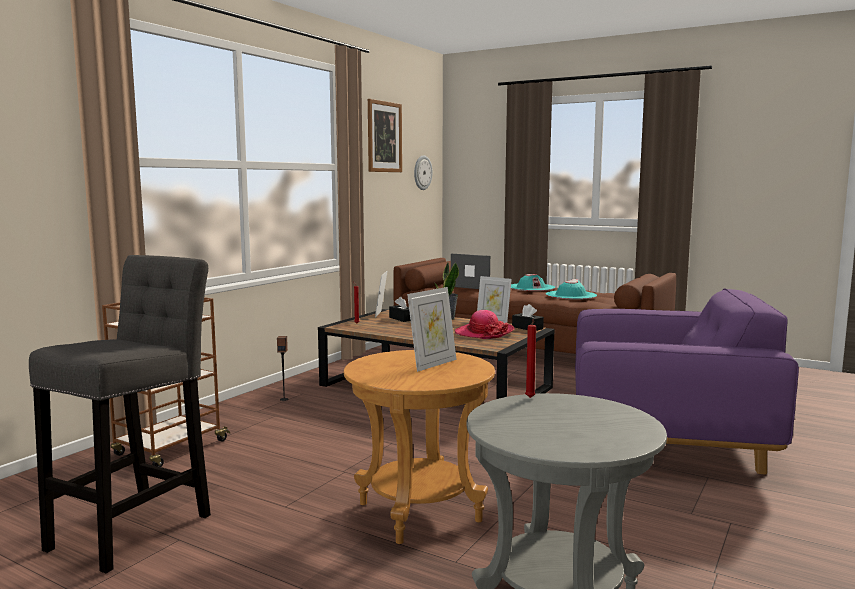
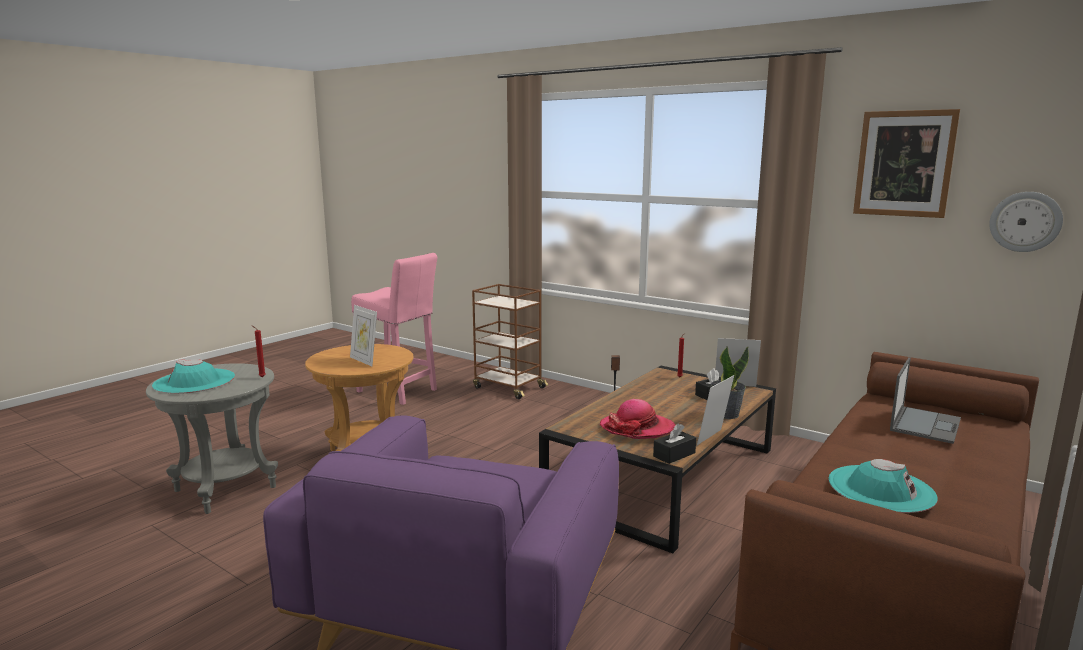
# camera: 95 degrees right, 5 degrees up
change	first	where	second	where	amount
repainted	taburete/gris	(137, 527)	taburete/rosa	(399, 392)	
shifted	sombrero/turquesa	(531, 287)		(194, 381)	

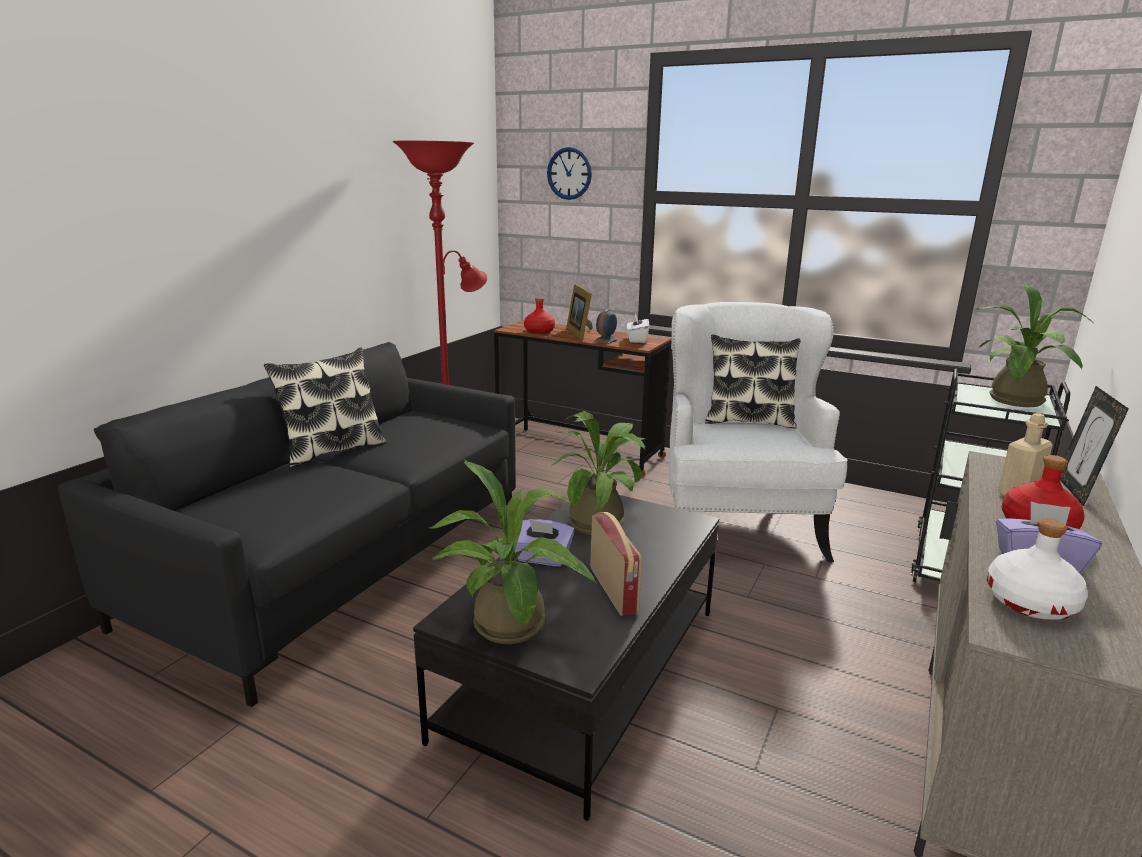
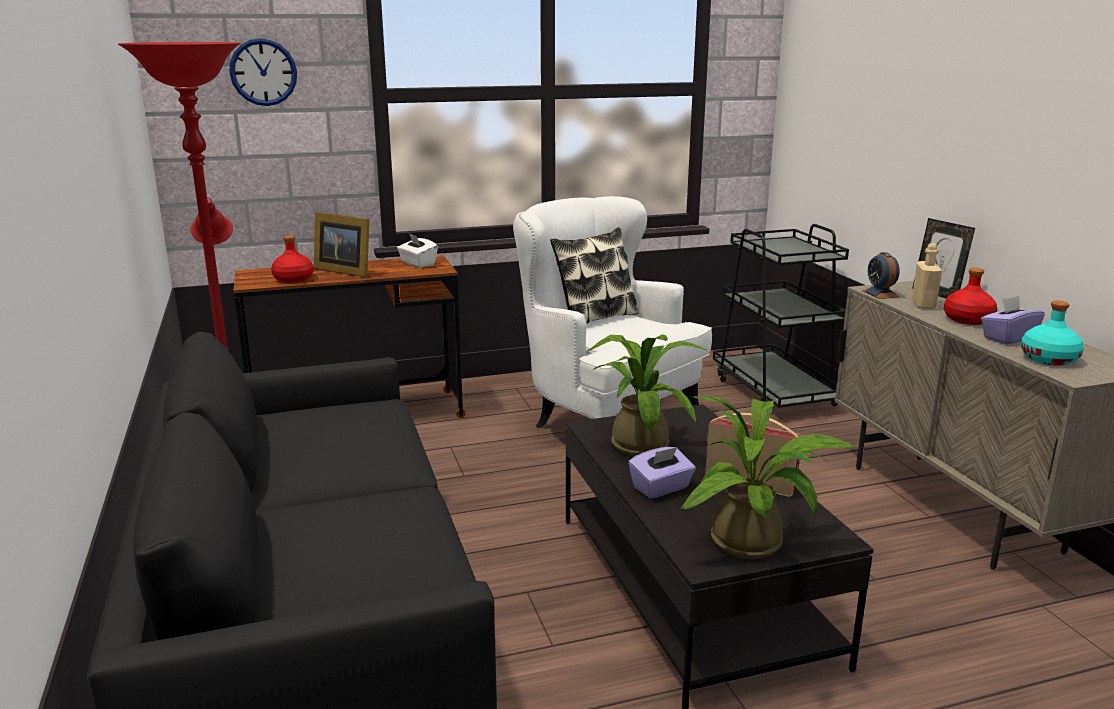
# camera: 45 degrees left, 0 degrees up
change	first	where	second	where	amount
gone	cojín	(332, 450)			
shifted	despertador	(606, 340)		(880, 294)	
gone	planta en maceta	(1016, 402)			
repainted	botella/blanco	(1031, 603)	botella/turquesa	(1049, 359)	

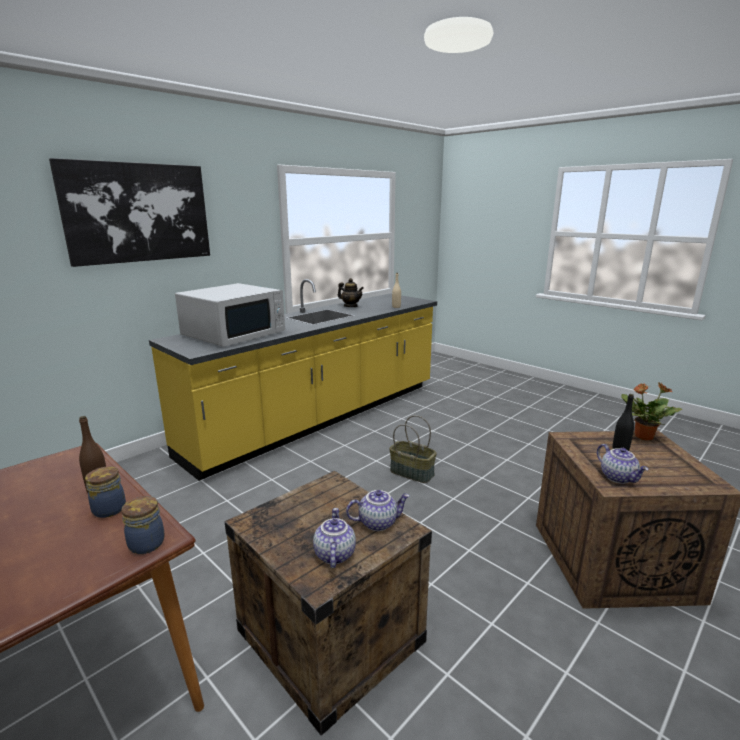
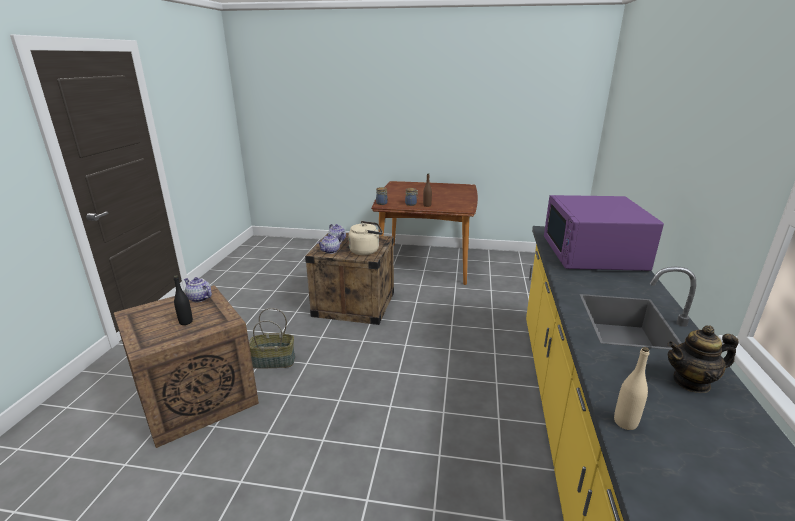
# camera: 145 degrees right, 5 degrees up
change	first	where	second	where	amount
gone	cuadro	(138, 213)			
repainted	microondas/blanco	(234, 334)	microondas/morado	(592, 254)	
shifted	cesta	(412, 472)		(273, 362)	
gone	planta en maceta	(642, 436)			
new			hervidor/beis	(366, 250)	

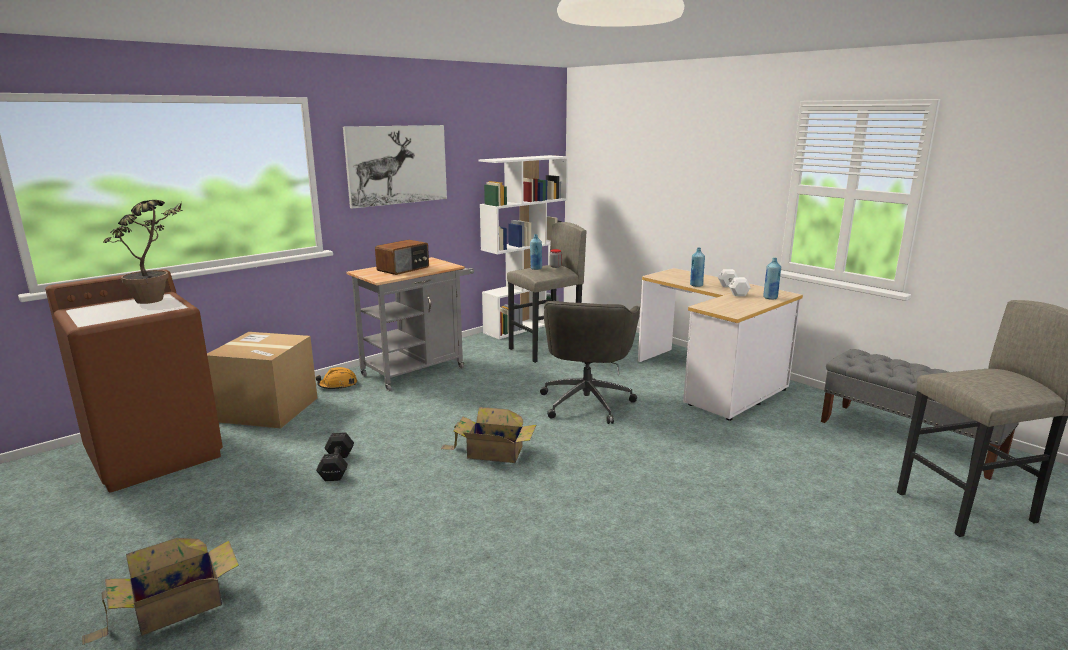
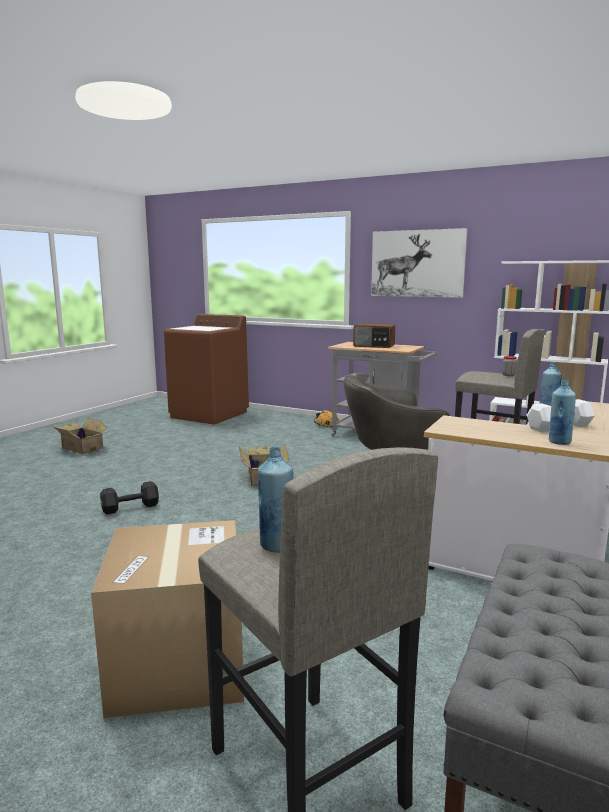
# camera: 70 degrees right, 5 degrees down
change	first	where	second	where	amount
gone	planta en maceta	(158, 300)			
shifted	caja de cartón	(268, 409)		(179, 664)	
shifted	mancuerna/negro	(336, 467)		(129, 507)	
shifted	botella/azul	(536, 268)		(276, 545)	

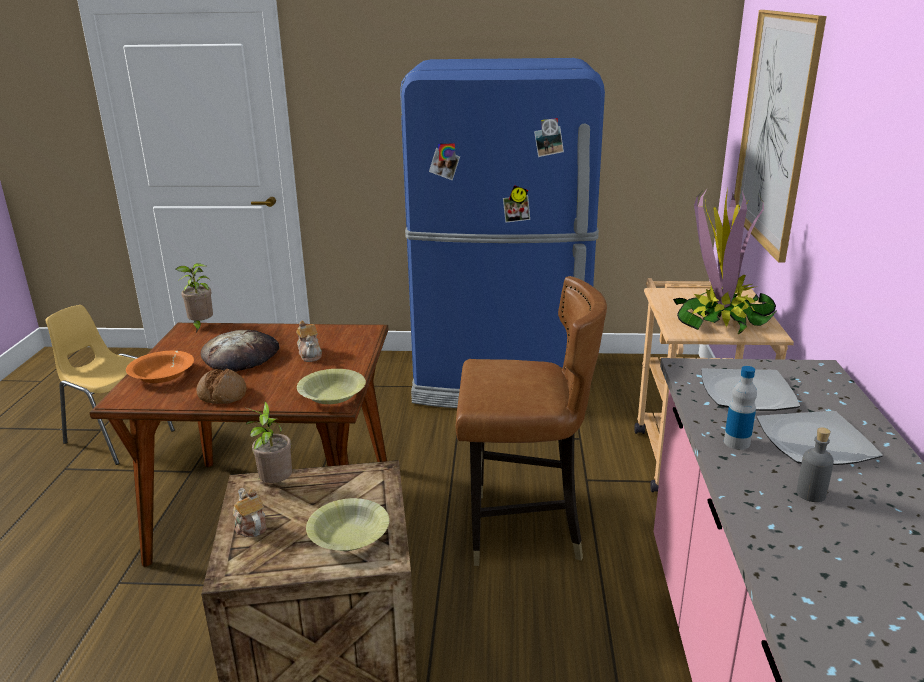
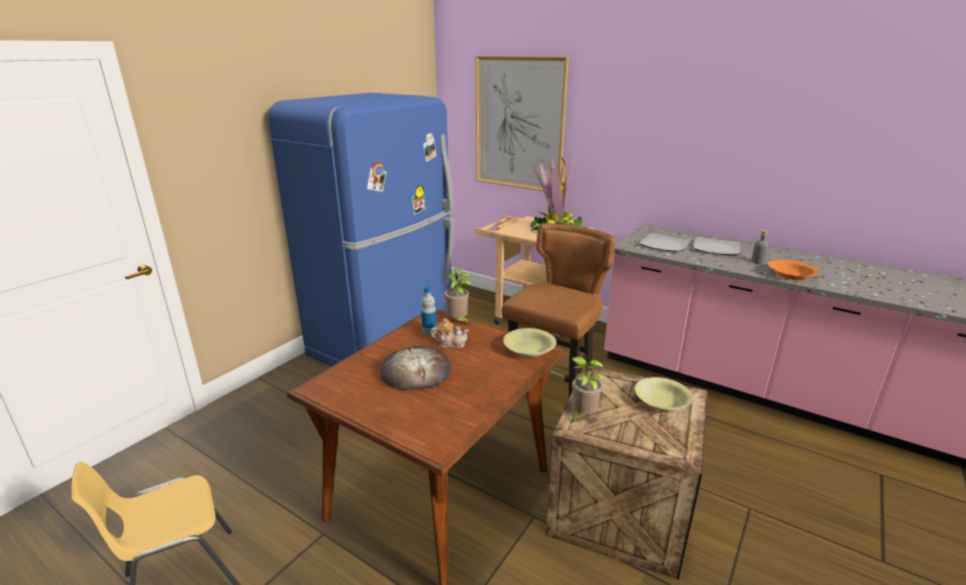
# camera: 60 degrees left, 0 degrees up
change	first	where	second	where	amount
shifted	cuenco/naranja	(162, 375)		(790, 275)	
shifted	planta en maceta	(201, 326)		(458, 322)	
gone	pan	(222, 394)			
gone	tetera	(250, 526)			
shifted	botella	(736, 442)		(429, 331)	

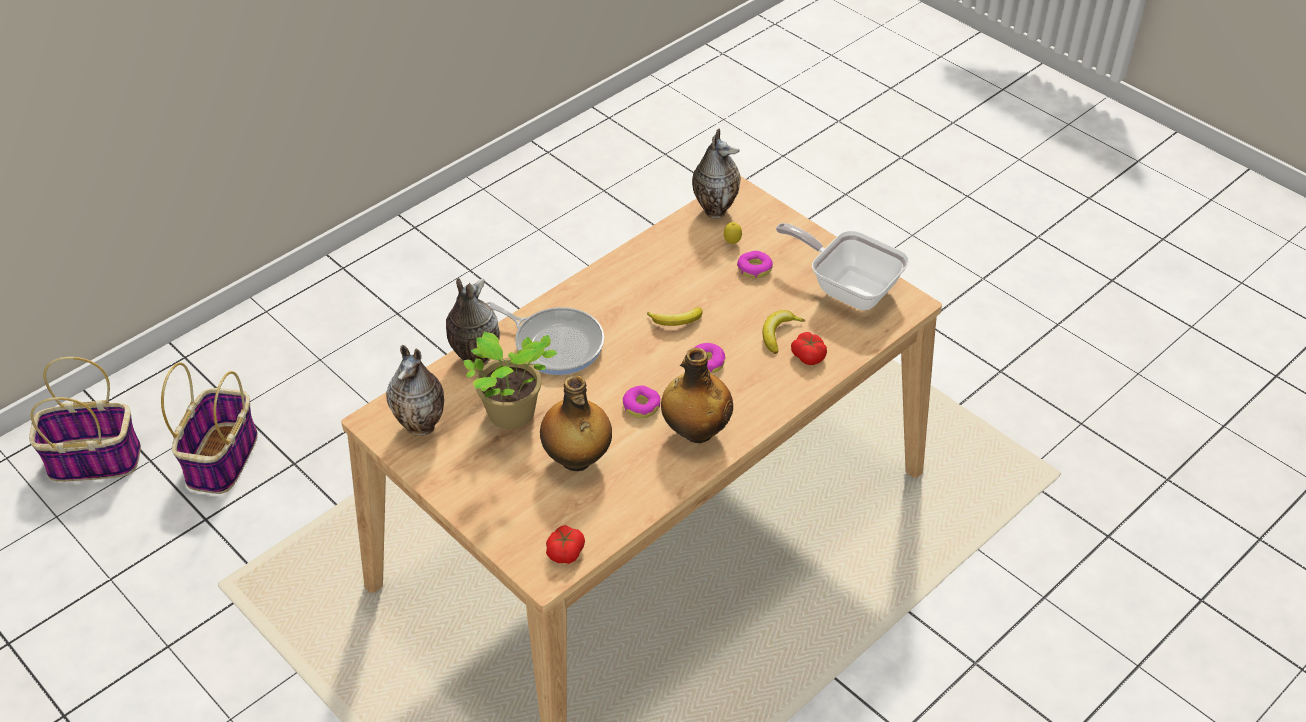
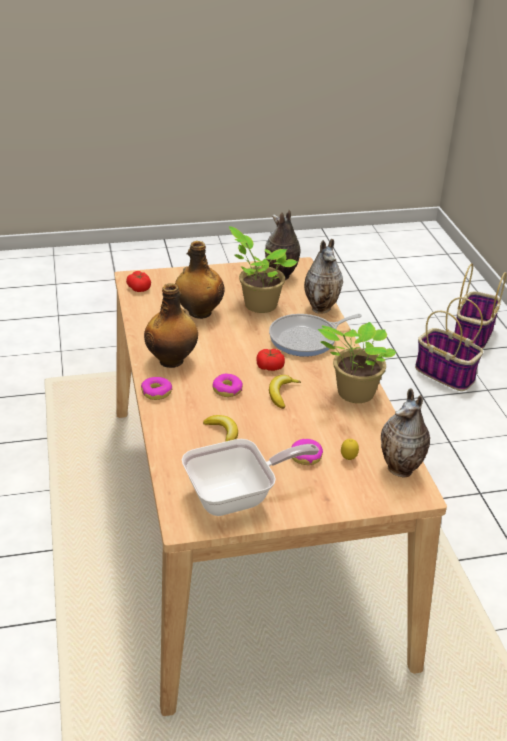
# camera: 120 degrees right, 10 degrees down
change	first	where	second	where	amount
shifted	rosquilla	(641, 406)		(156, 392)	
shifted	tomate	(808, 355)		(270, 366)	
new			planta en maceta	(353, 393)	

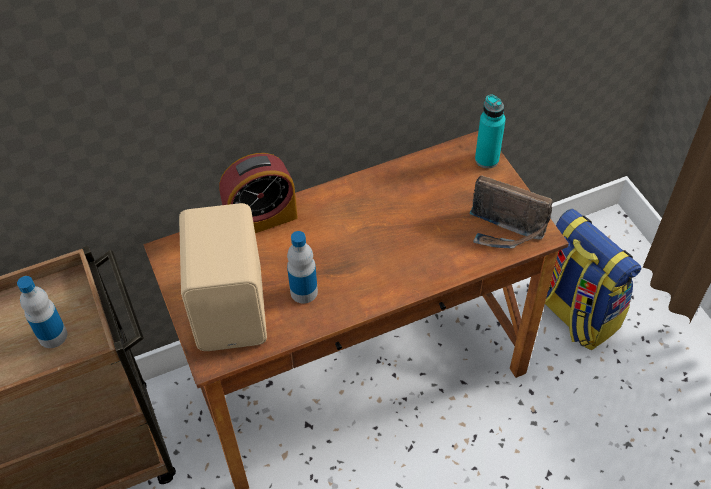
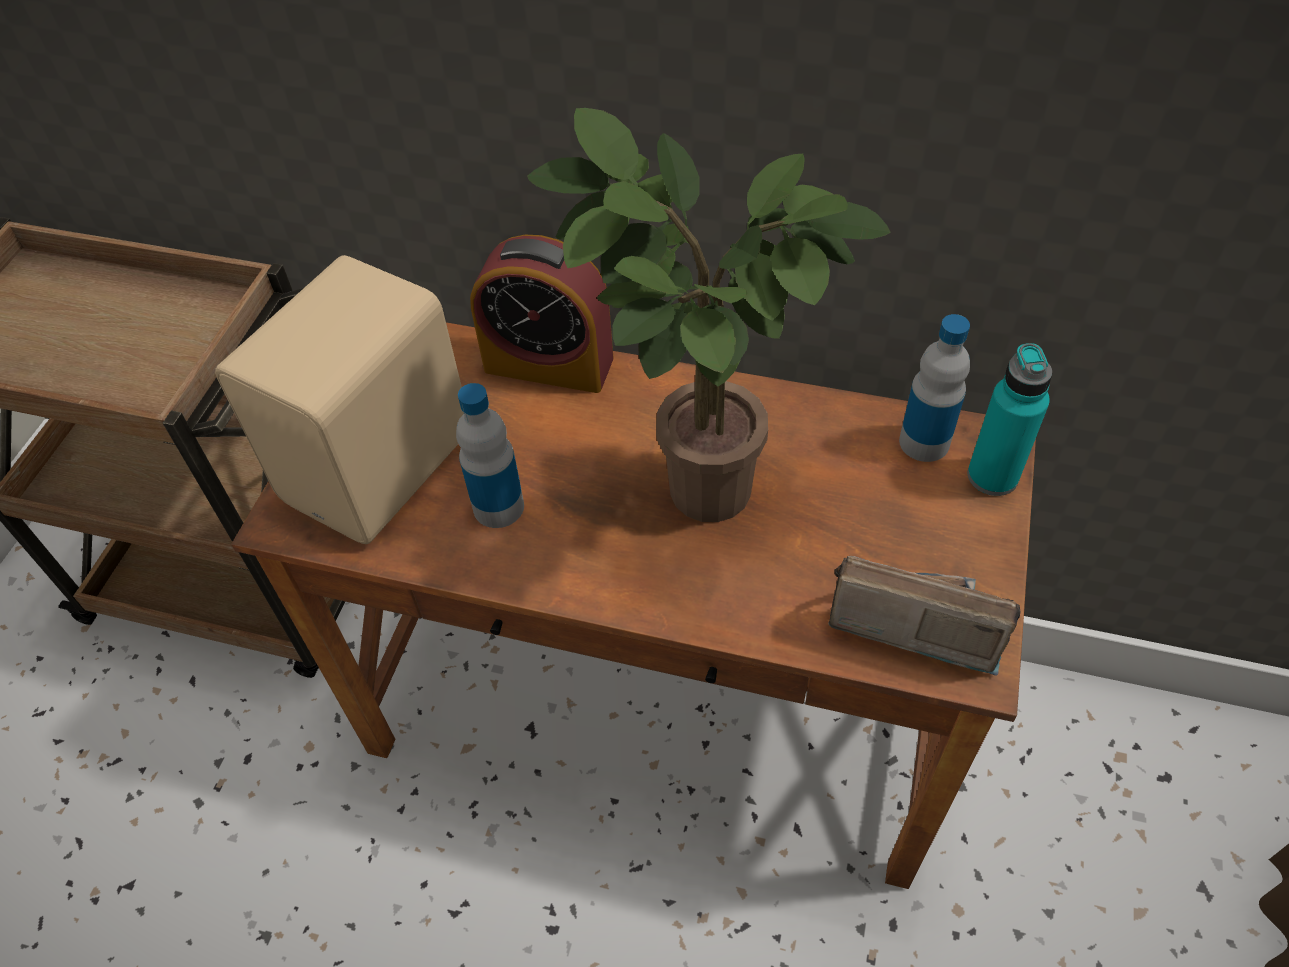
# camera: 40 degrees right, 0 degrees up
change	first	where	second	where	amount
shifted	botella	(53, 336)		(924, 442)	
rotated	radio	(505, 232)		(911, 620)	135 degrees clockwise
gone	mochila	(573, 313)			
new			planta en maceta	(697, 497)	

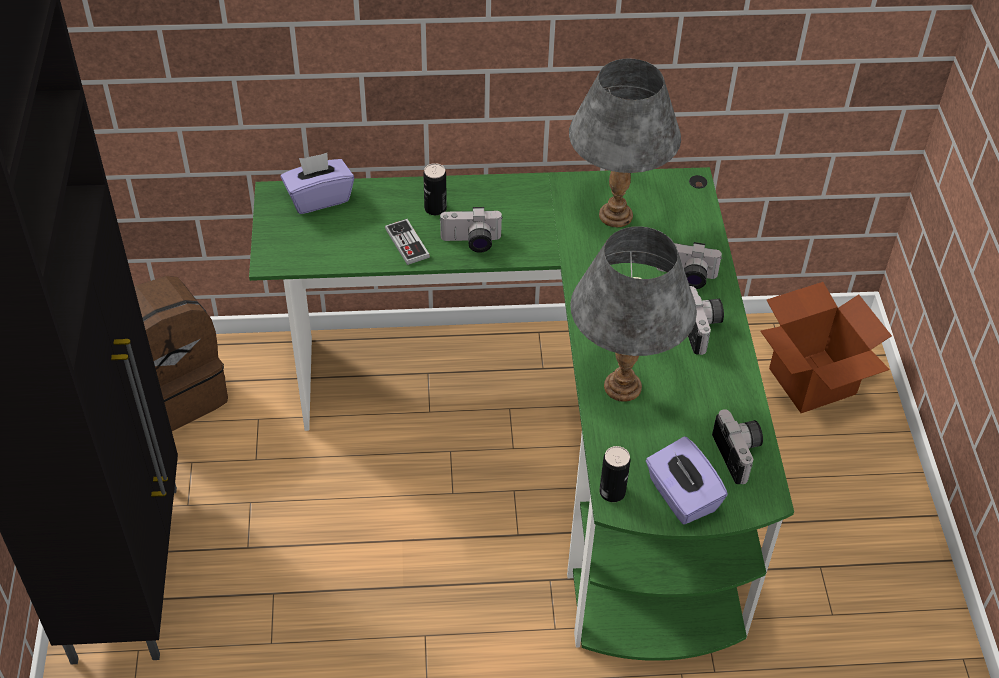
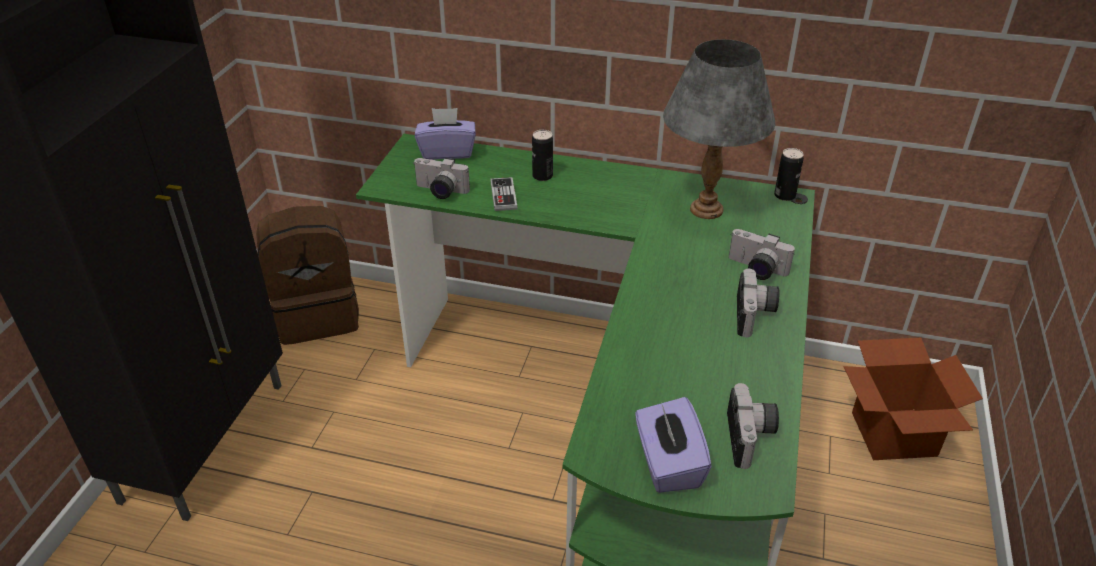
# camera: 20 degrees right, 10 degrees down
change	first	where	second	where	amount
shifted	cámara	(471, 242)		(440, 192)	
gone	lámpara de mesa/gris	(621, 386)			
shifted	lata	(612, 492)		(784, 195)	

